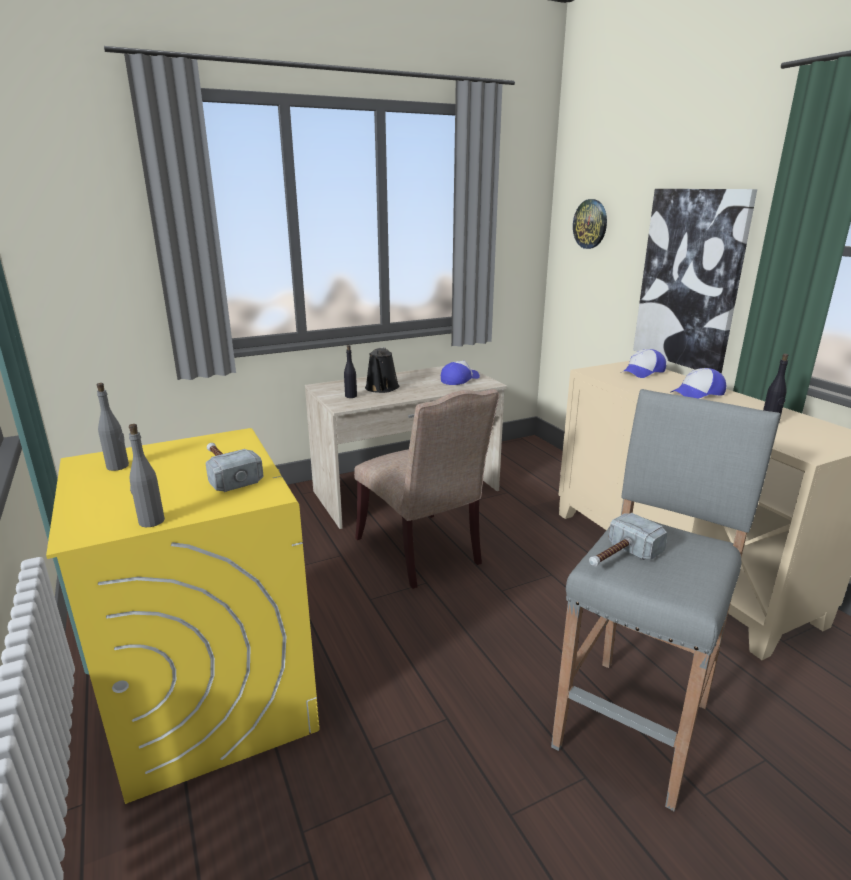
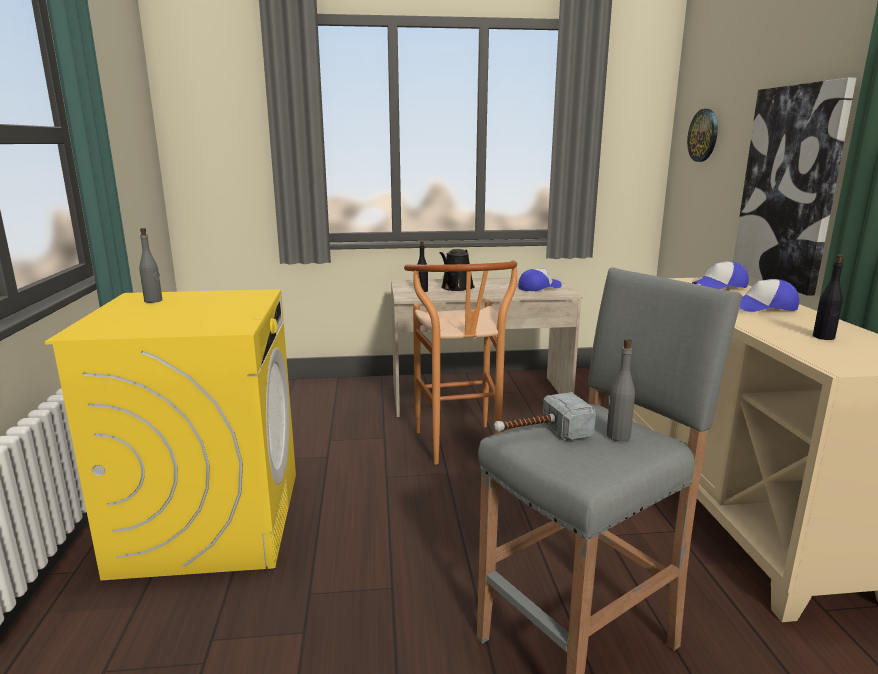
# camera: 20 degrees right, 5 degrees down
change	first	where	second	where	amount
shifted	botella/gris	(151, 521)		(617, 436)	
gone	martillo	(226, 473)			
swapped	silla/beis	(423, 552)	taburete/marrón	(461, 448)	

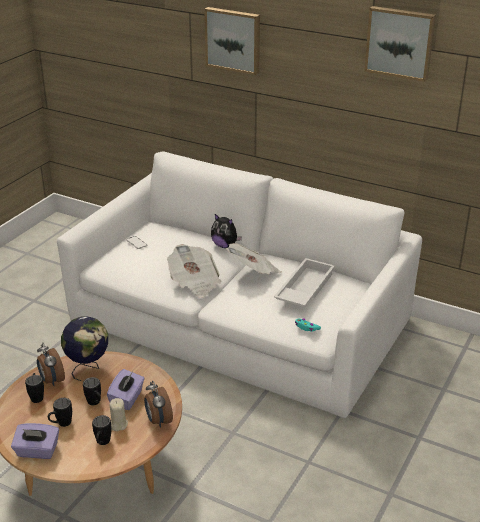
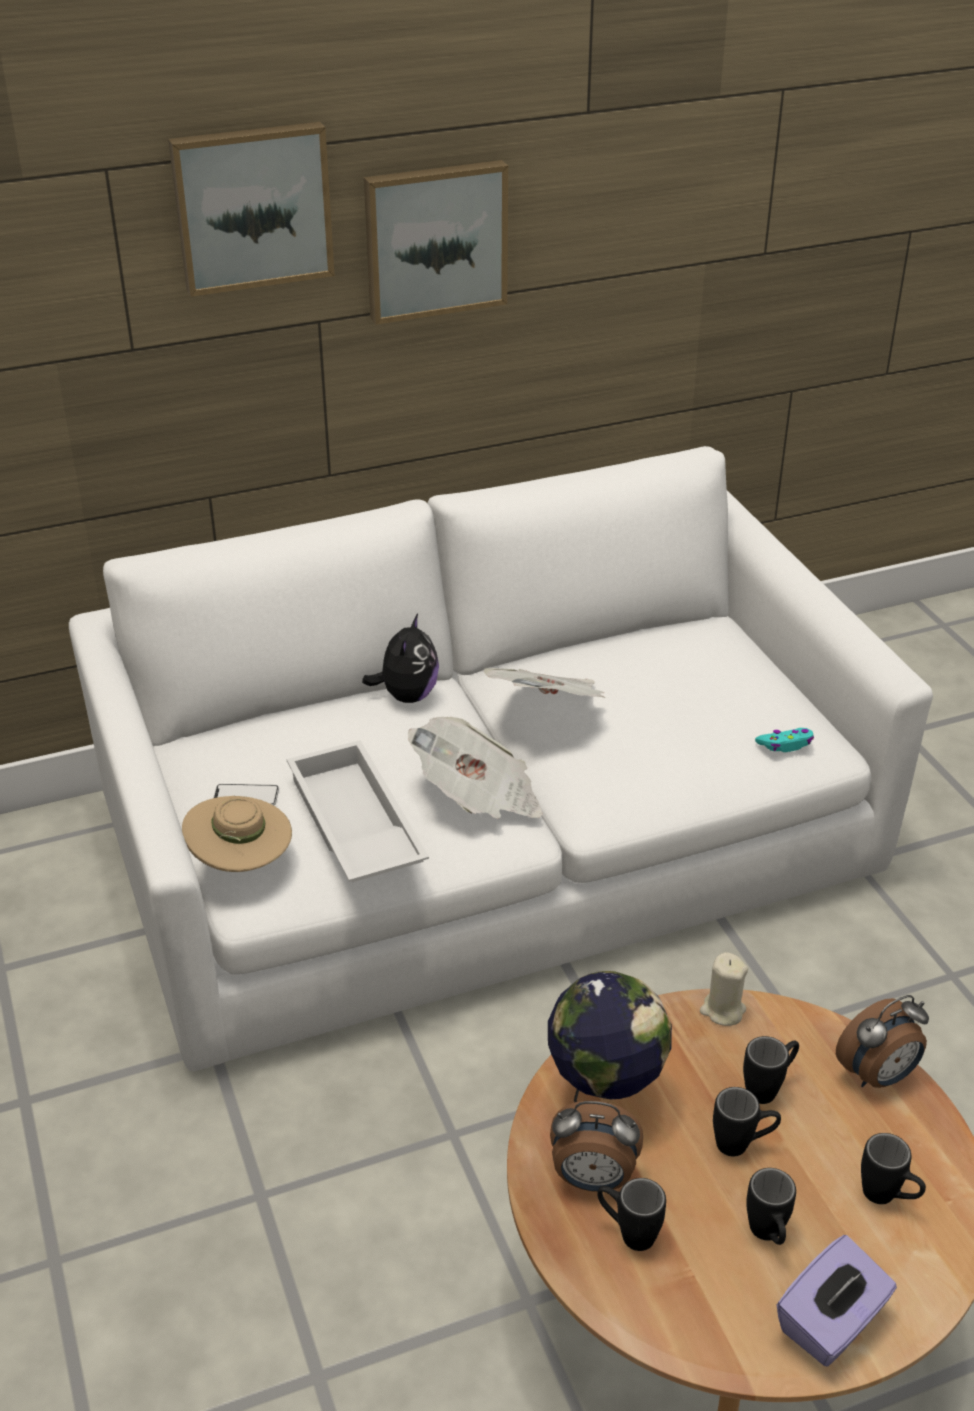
# camera: 50 degrees left, 5 degrees up
change	first	where	second	where	amount
swapped	caja de pañuelos/morado	(127, 399)	taza grande/negro	(769, 1087)	
shifted	vela/beis	(118, 424)		(722, 1010)	
rotated	despertador	(158, 420)		(878, 1076)	45 degrees counterclockwise
rotated	peluche	(225, 245)		(407, 695)	60 degrees counterclockwise
shifted	bandeja/blanco	(303, 288)		(352, 826)	
shifted	cuadro	(400, 42)		(435, 240)	
new			sombrero/beis	(241, 863)	

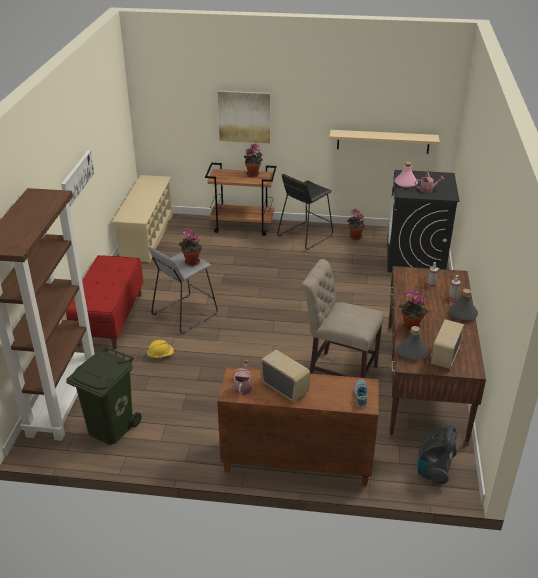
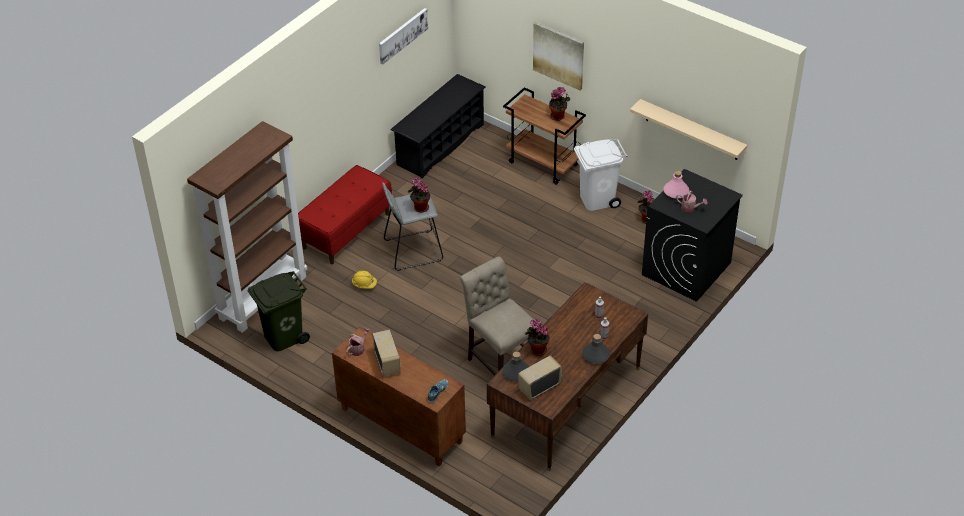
# camera: 30 degrees right, 10 degrees up
change	first	where	second	where	amount
shifted	cuadro	(76, 178)		(402, 35)	
repainted	zapatero/beis	(147, 237)	zapatero/negro	(440, 145)	
swapped	taburete/negro	(305, 235)	papelera/blanco	(597, 199)	
gone	aspiradora	(434, 470)			

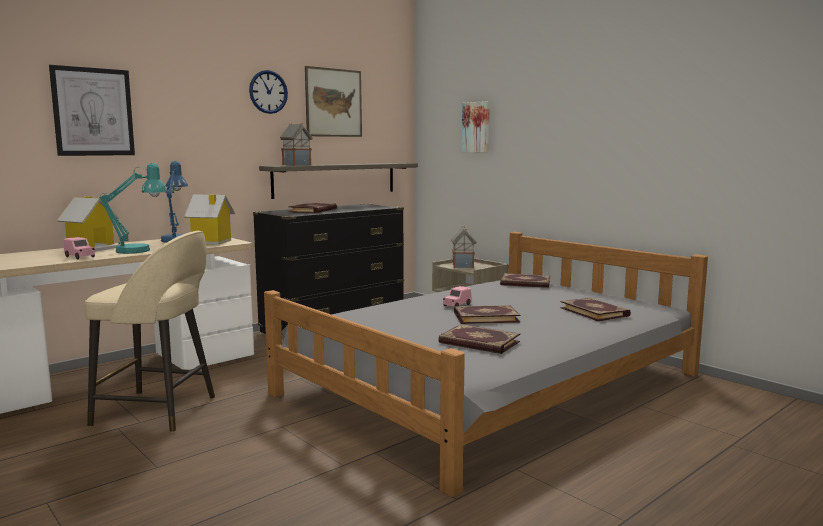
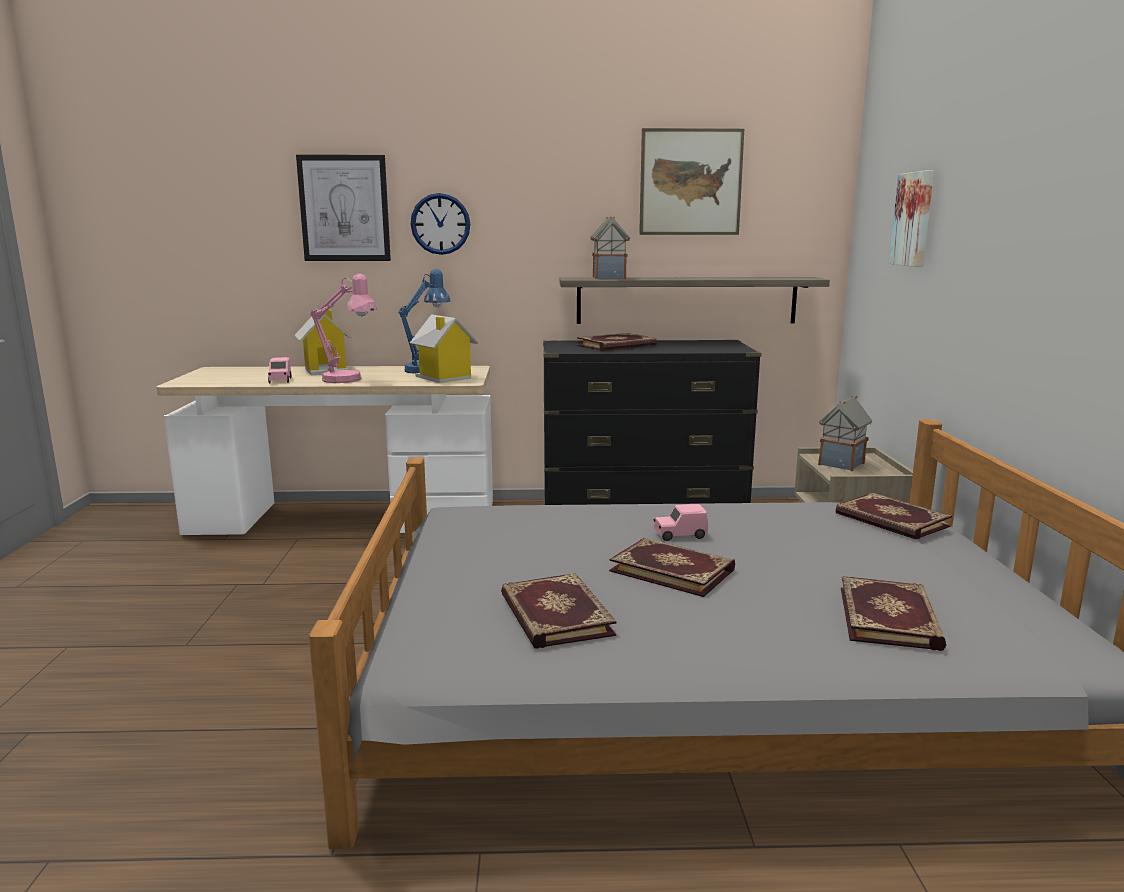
# camera: 40 degrees right, 5 degrees up
change	first	where	second	where	amount
gone	taburete/beis	(158, 411)			
repainted	lámpara de mesa/turquesa	(140, 250)	lámpara de mesa/rosa	(349, 380)	
shifted	reloj de pared	(268, 92)		(440, 224)	

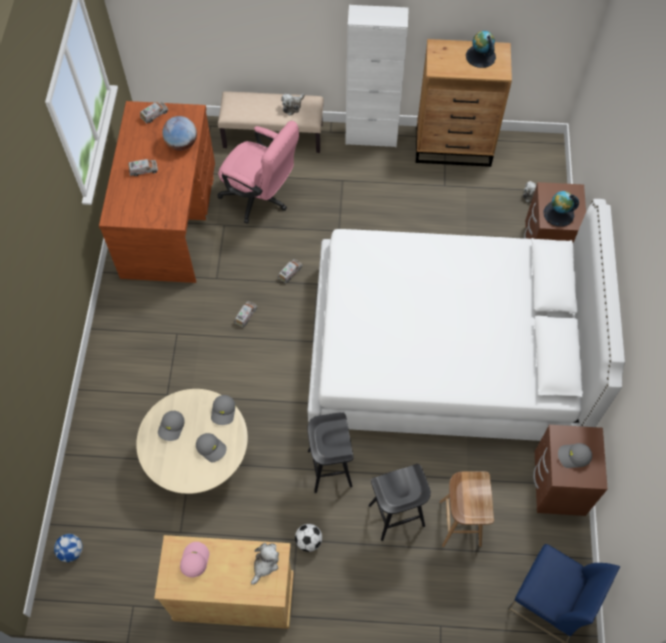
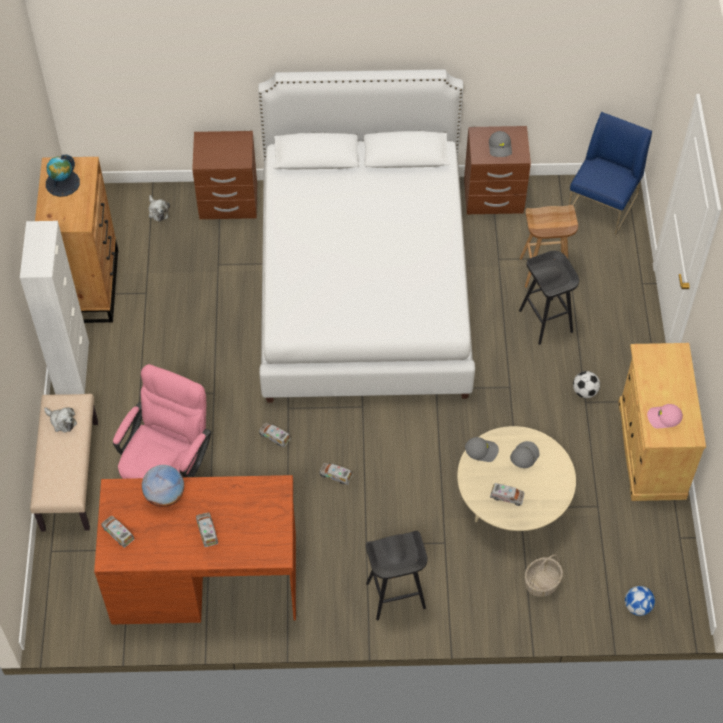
# camera: 95 degrees left, 5 degrees down
change	first	where	second	where	amount
swapped	gorra/gris	(172, 427)	camión de juguete	(507, 497)	
gone	peluche	(265, 564)			
shifted	taburete/negro	(329, 468)		(395, 596)	
gone	globo terráqueo	(558, 214)			
new			cesta	(541, 583)	

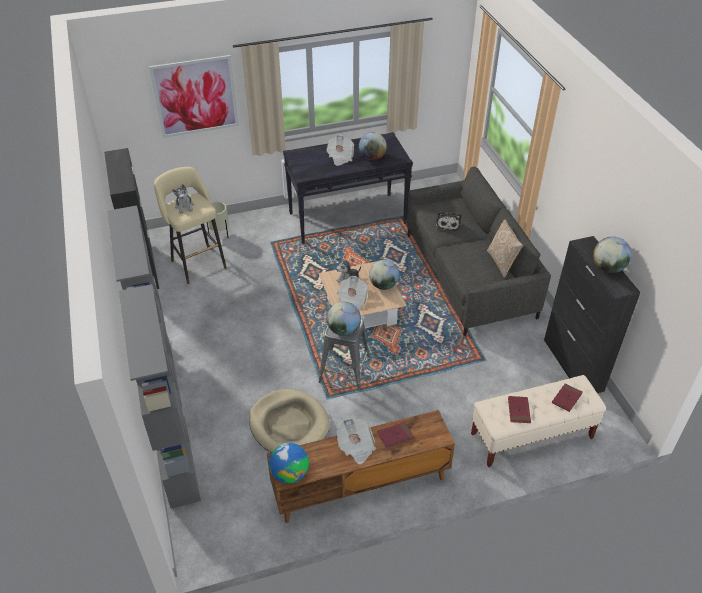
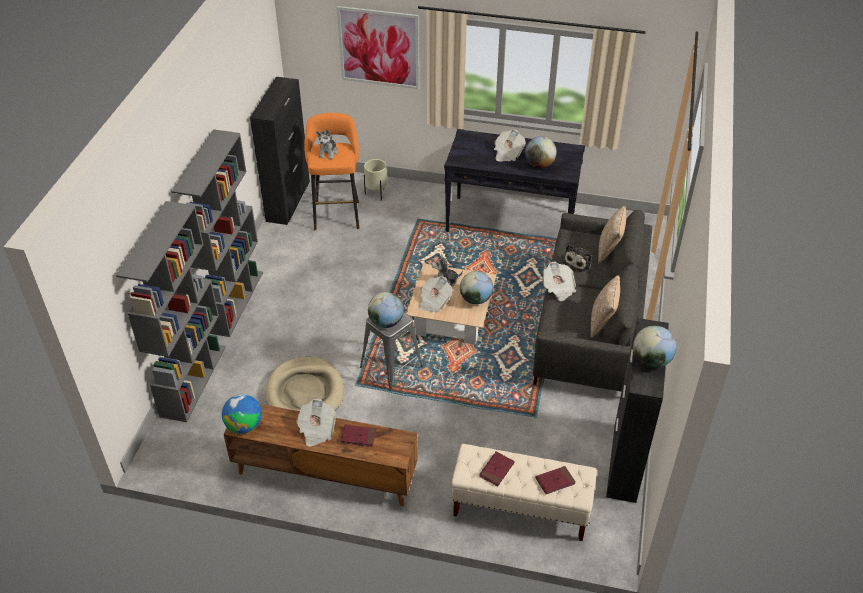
# camera: 30 degrees right, 0 degrees up
change	first	where	second	where	amount
repainted	taburete/beis	(197, 262)	taburete/naranja	(337, 213)	
new			periódico	(558, 288)	
new			cojín	(609, 250)	

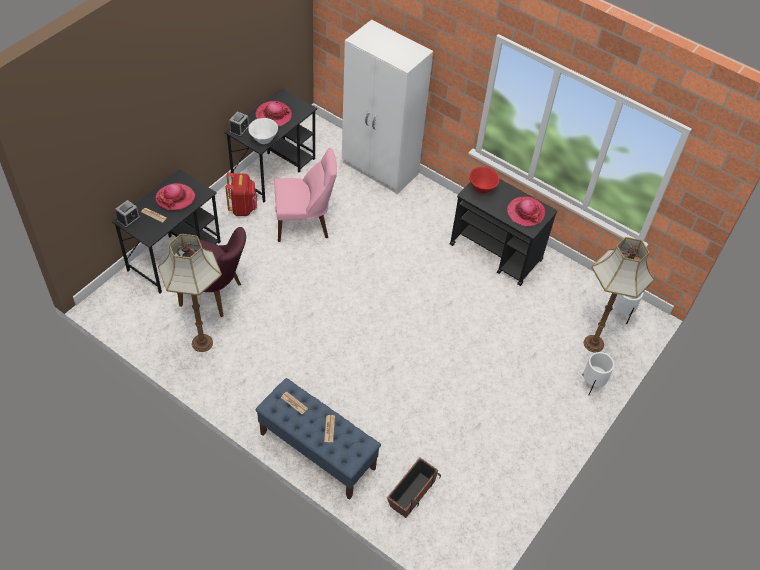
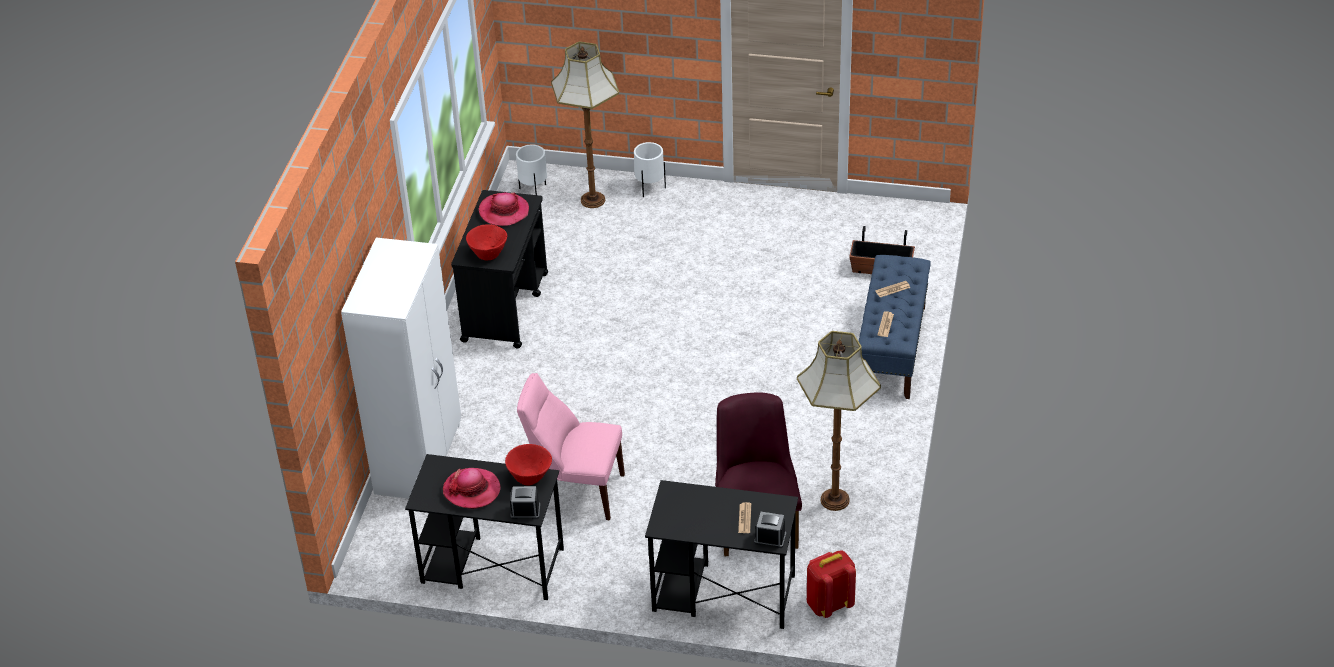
# camera: 110 degrees left, 10 degrees down
change	first	where	second	where	amount
gone	sombrero	(175, 198)			
shifted	mochila/rojo	(243, 208)		(829, 604)	
repainted	cuenco/blanco	(263, 140)	cuenco/rojo	(530, 478)	
rotated	silla/rosa	(305, 224)		(575, 491)	45 degrees counterclockwise

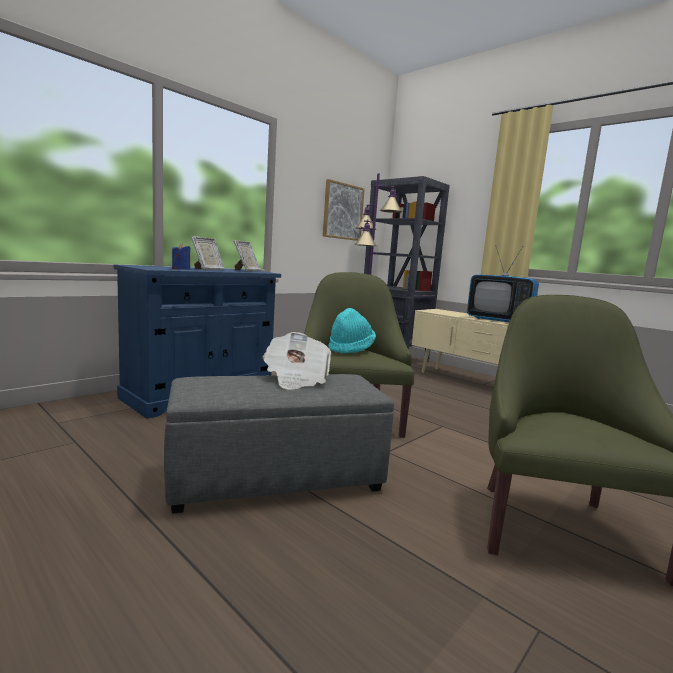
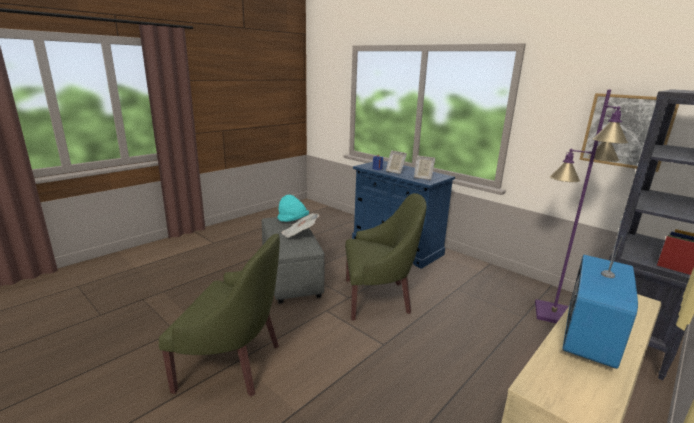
# camera: 90 degrees right, 10 degrees up
change	first	where	second	where	amount
shifted	sombrero/turquesa	(351, 349)		(293, 221)	

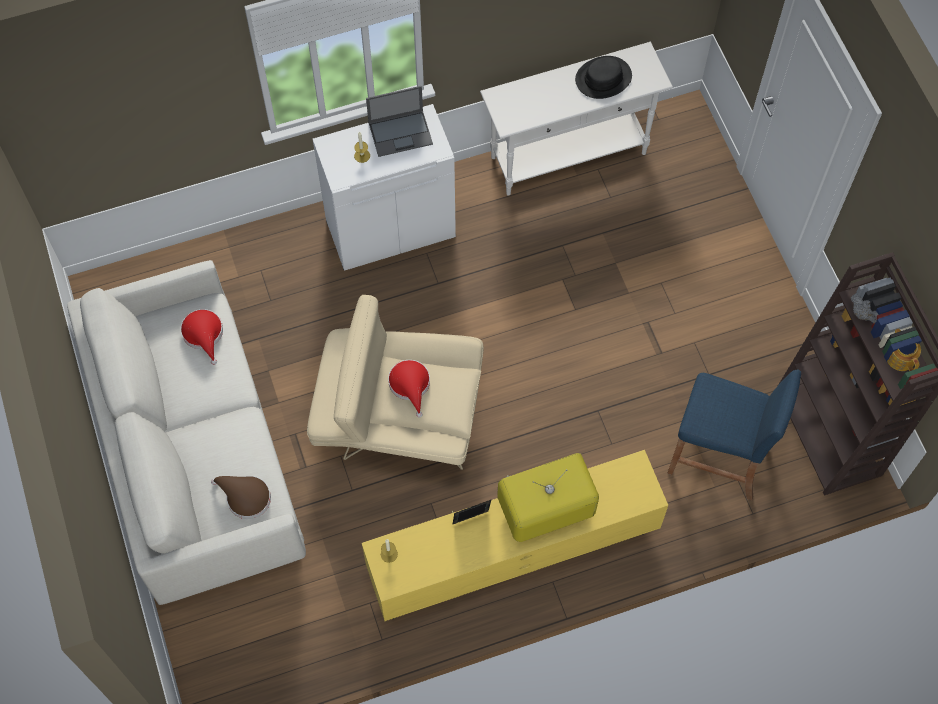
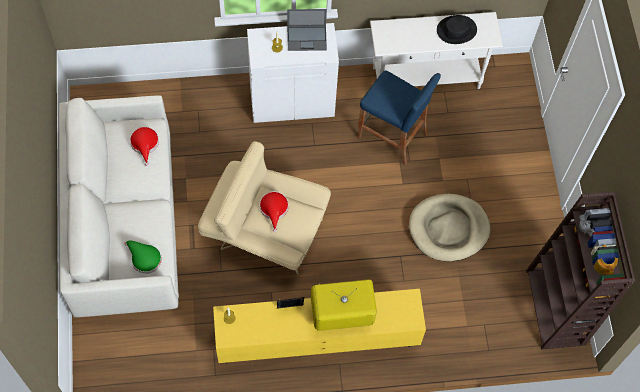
# camera: 10 degrees right, 0 degrees up
change	first	where	second	where	amount
repainted	sombrero/marrón	(245, 497)	sombrero/verde	(144, 258)	
shifted	taburete/azul	(718, 458)		(391, 135)	
new			cama para perro/beis	(448, 229)	

